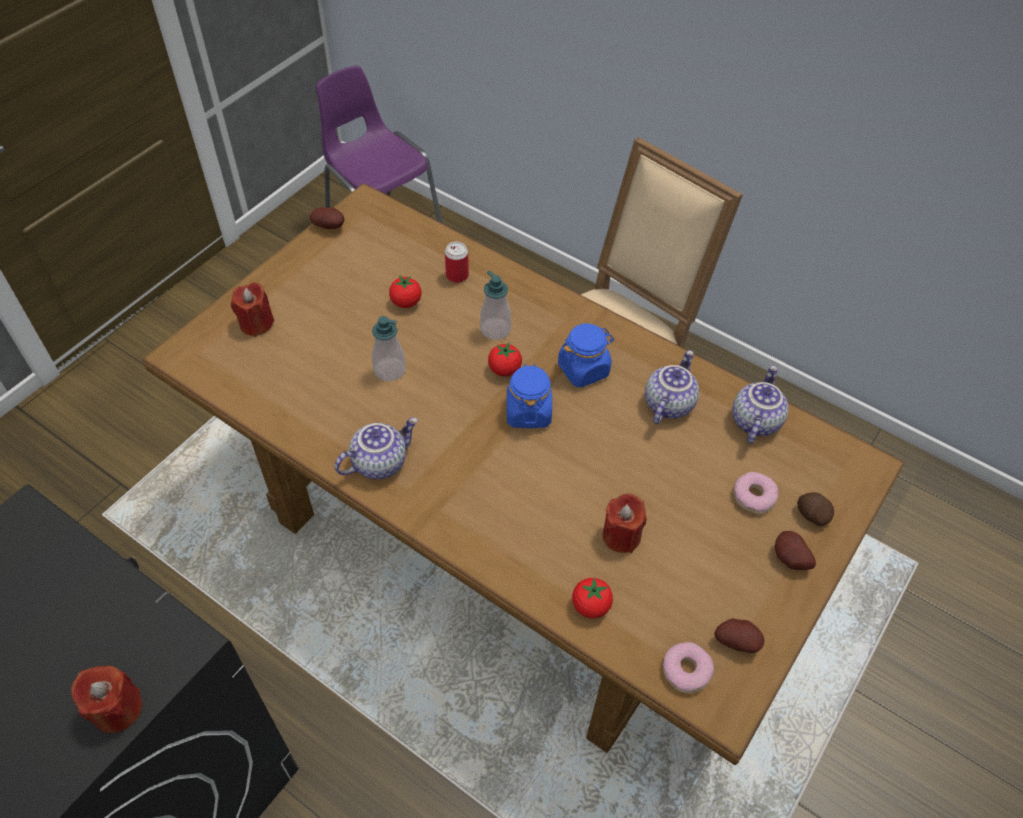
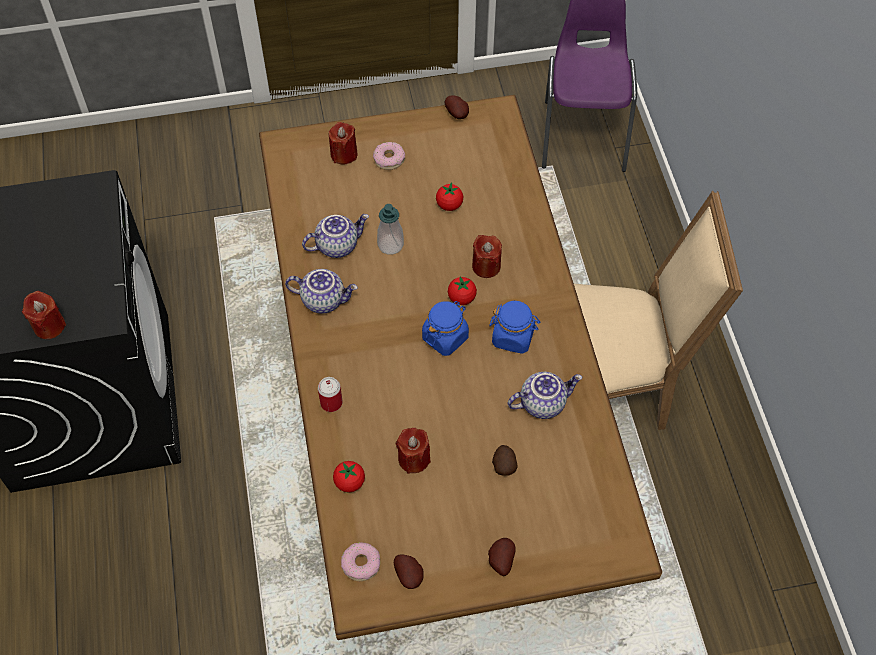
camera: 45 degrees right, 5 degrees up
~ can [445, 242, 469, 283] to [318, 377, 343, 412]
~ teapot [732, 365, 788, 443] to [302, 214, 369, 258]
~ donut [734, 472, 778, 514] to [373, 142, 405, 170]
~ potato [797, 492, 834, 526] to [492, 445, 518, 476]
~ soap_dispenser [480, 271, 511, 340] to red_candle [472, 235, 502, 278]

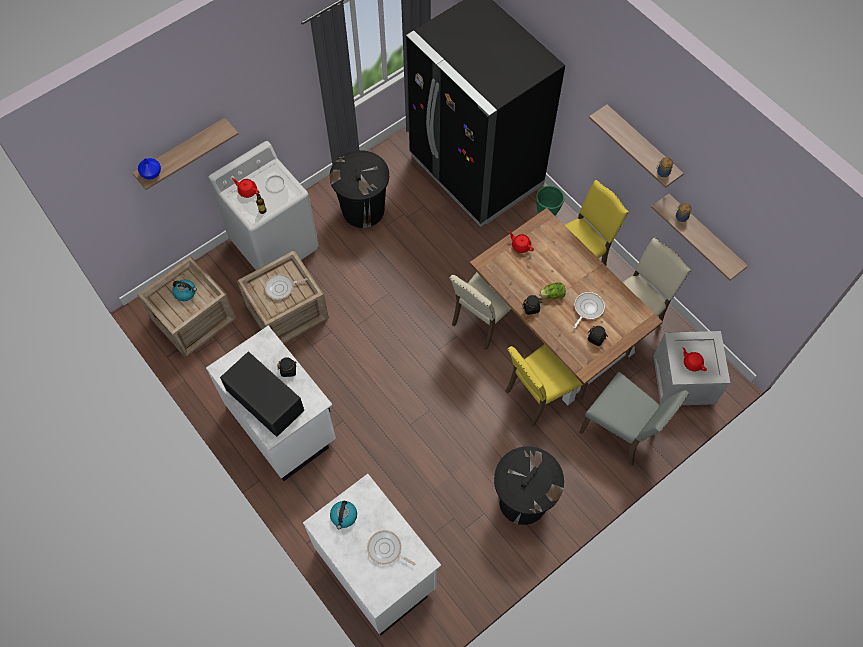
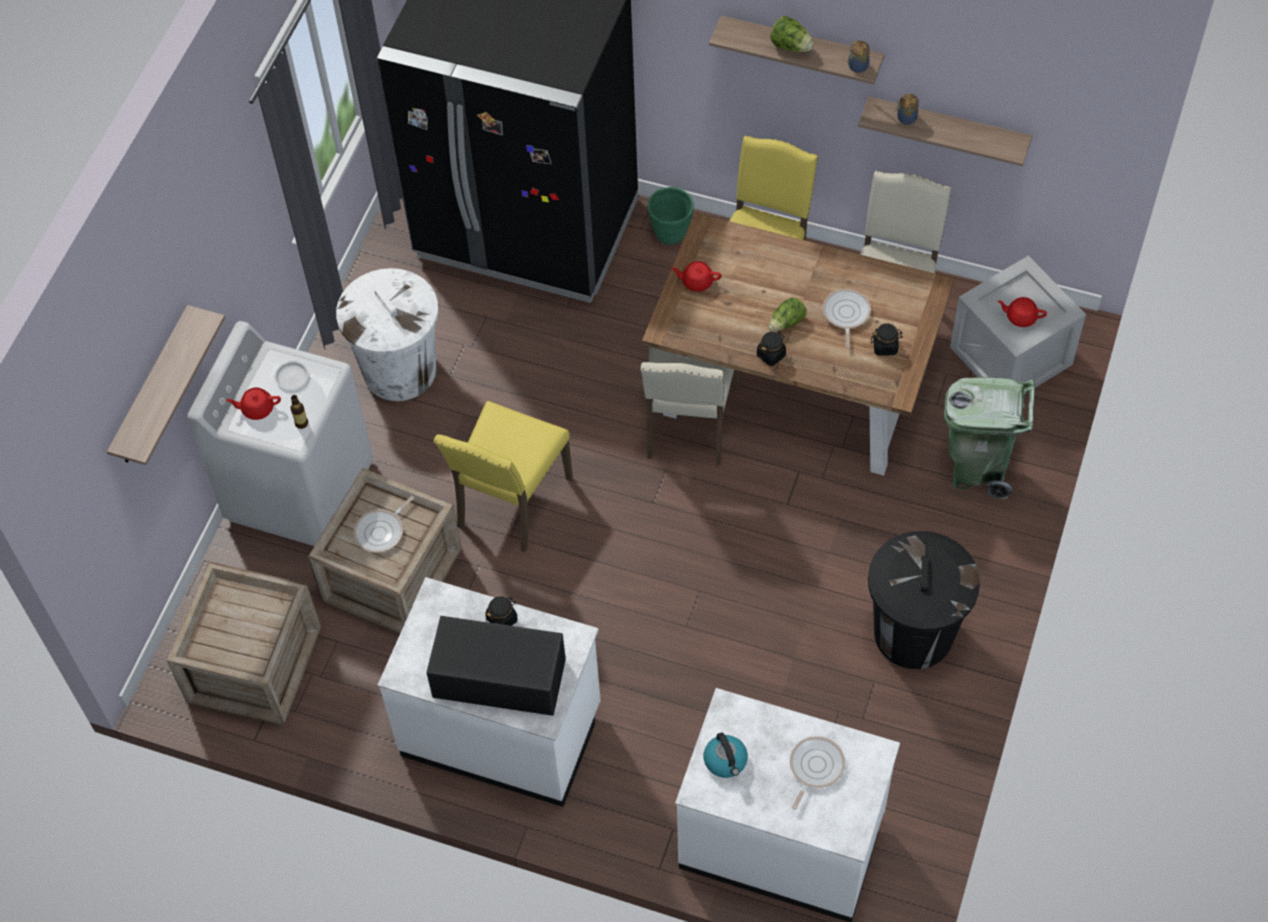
camera: 30 degrees left, 5 degrees down
- blue_vase [138, 158, 161, 180]
- kettle [172, 280, 197, 301]
+ lettuce [770, 16, 814, 52]
~ yellow_chair [505, 344, 589, 427] to [434, 401, 573, 553]
~ grey_chair [579, 372, 689, 466] to green_trash_can [944, 377, 1035, 499]
~ black_trash_can [330, 150, 389, 228] to white_trash_can [336, 268, 439, 401]
~ frying_pan [367, 530, 415, 565] = [790, 736, 845, 810] 120 degrees clockwise

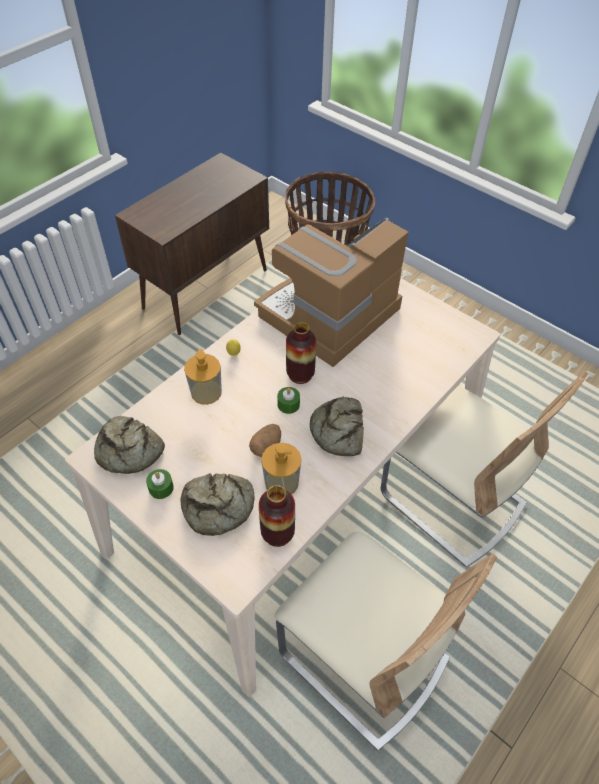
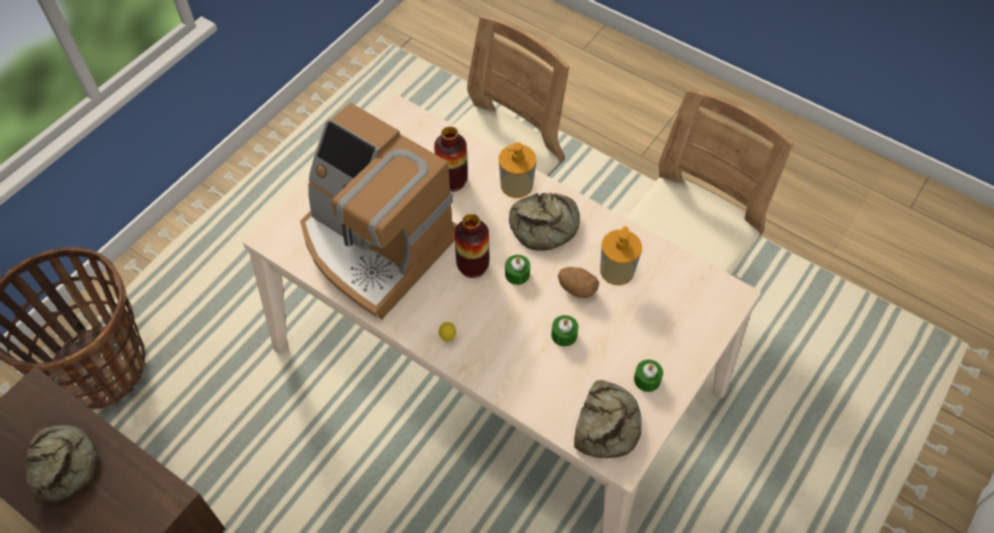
camera: 95 degrees left, 5 degrees up
+ green_candle [551, 315, 578, 346]
~ bread [180, 473, 254, 536] to [25, 425, 98, 503]
~ soap_dispenser [184, 349, 222, 405] to [499, 142, 536, 198]
~ vase [259, 485, 295, 547] to [434, 126, 468, 192]

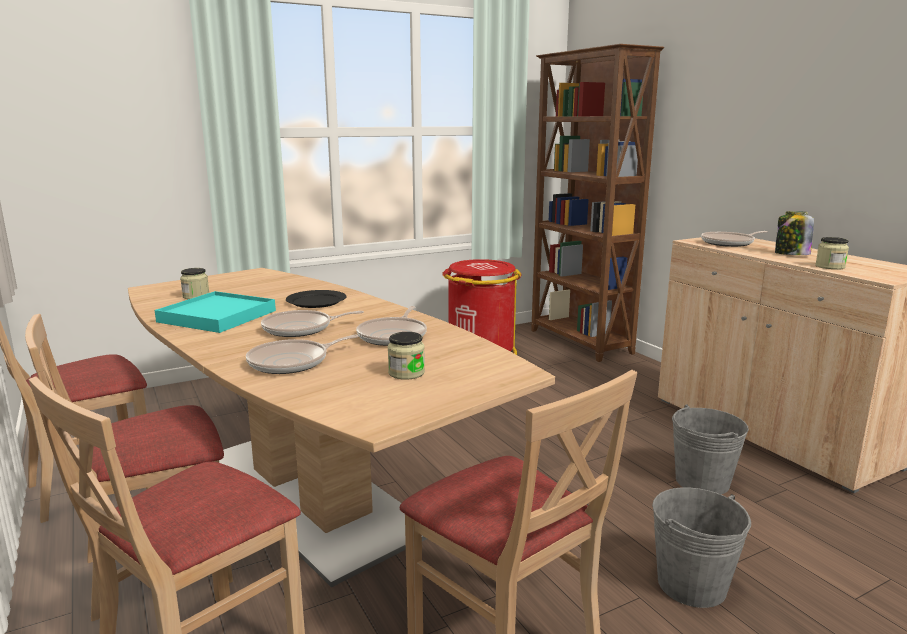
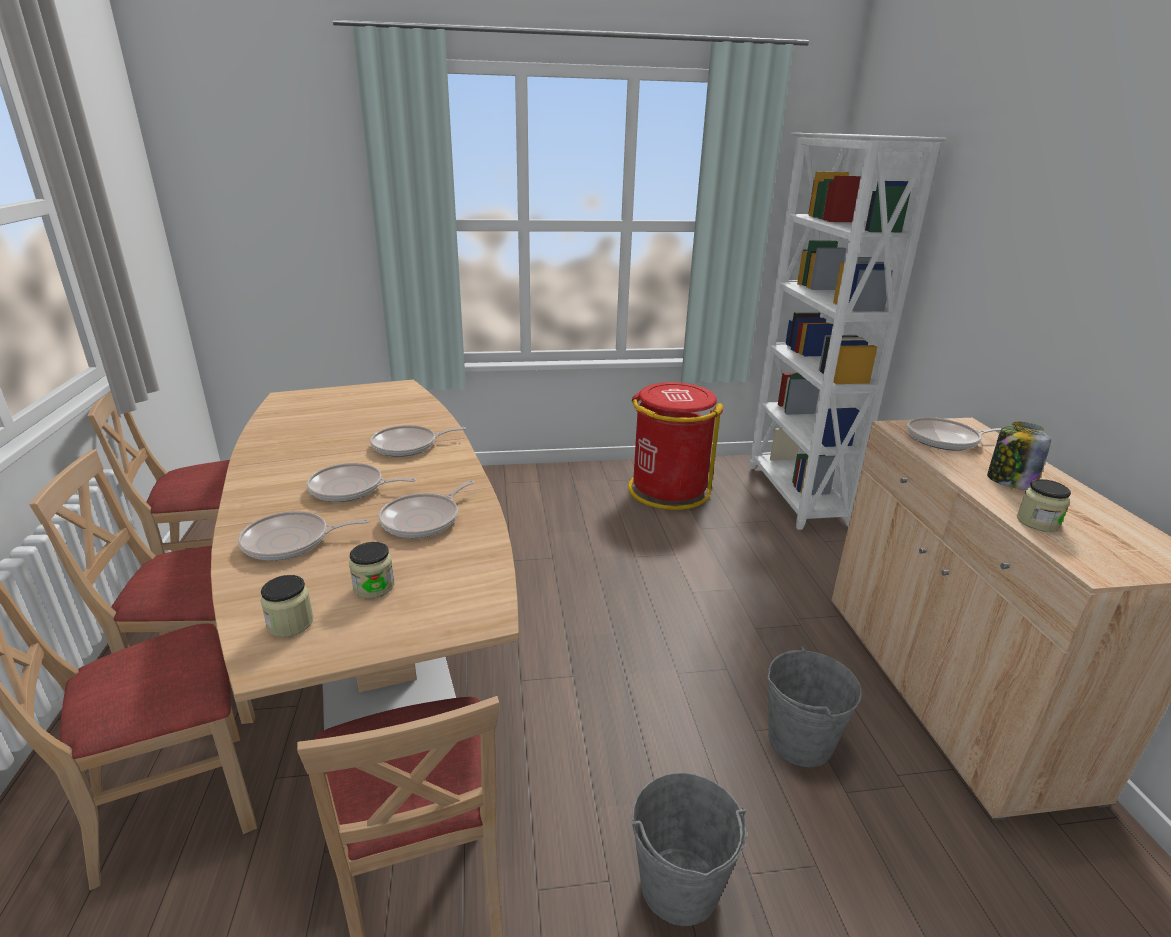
camera: 20 degrees right, 10 degrees up
- turquoise_tray [154, 291, 276, 333]
~ jar [180, 268, 209, 299] to [261, 575, 313, 637]
~ black_plate [286, 290, 346, 308] to frying_pan [370, 425, 466, 457]
~ brown_bookcase [531, 44, 664, 362] to white_bookcase [749, 133, 946, 530]

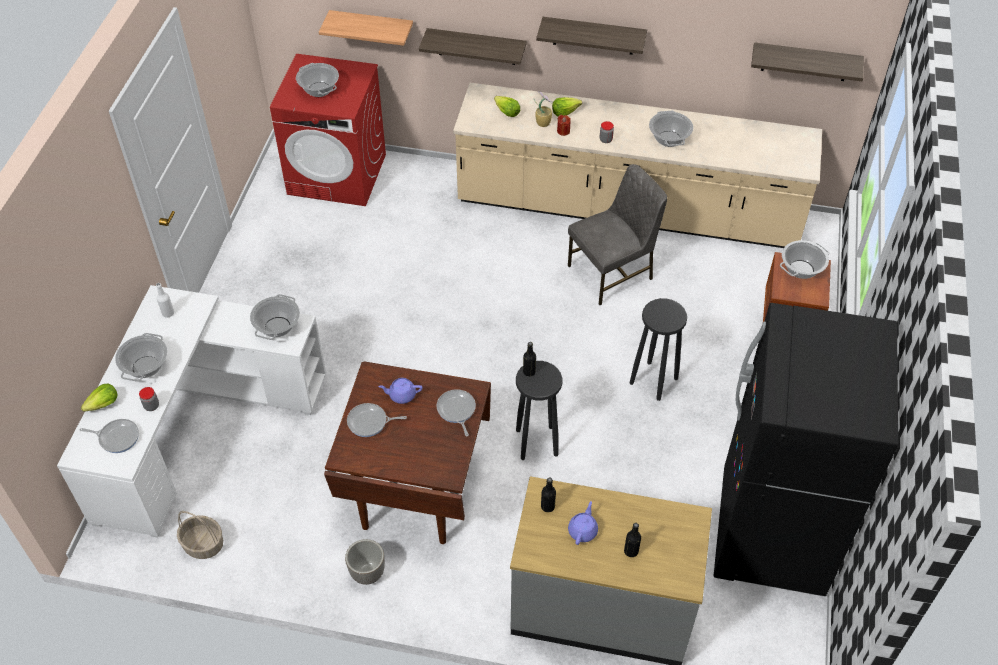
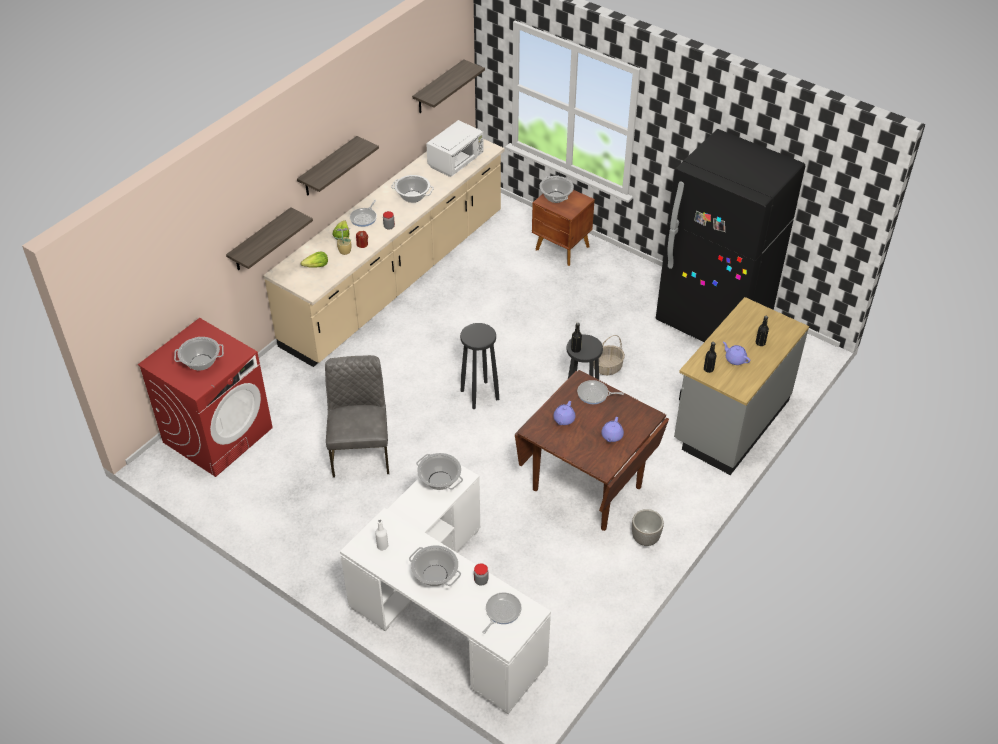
camera: 65 degrees left, 5 degrees down
- lettuce [81, 384, 117, 412]
- shelf [319, 10, 413, 46]
+ white_microwave [426, 120, 484, 177]
+ purple_teapot [601, 417, 624, 442]
~ basket [177, 511, 223, 559] to [594, 335, 625, 375]
~ frying_pan [347, 403, 407, 437] to [350, 200, 377, 227]
~ grey_chair [568, 164, 667, 305] to [325, 355, 389, 478]
~ black_stool [630, 298, 687, 401] to [460, 323, 499, 409]

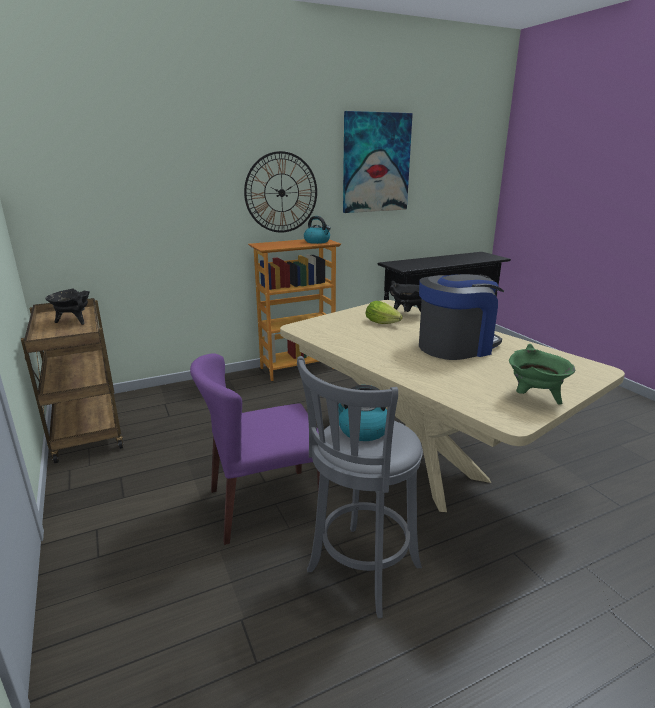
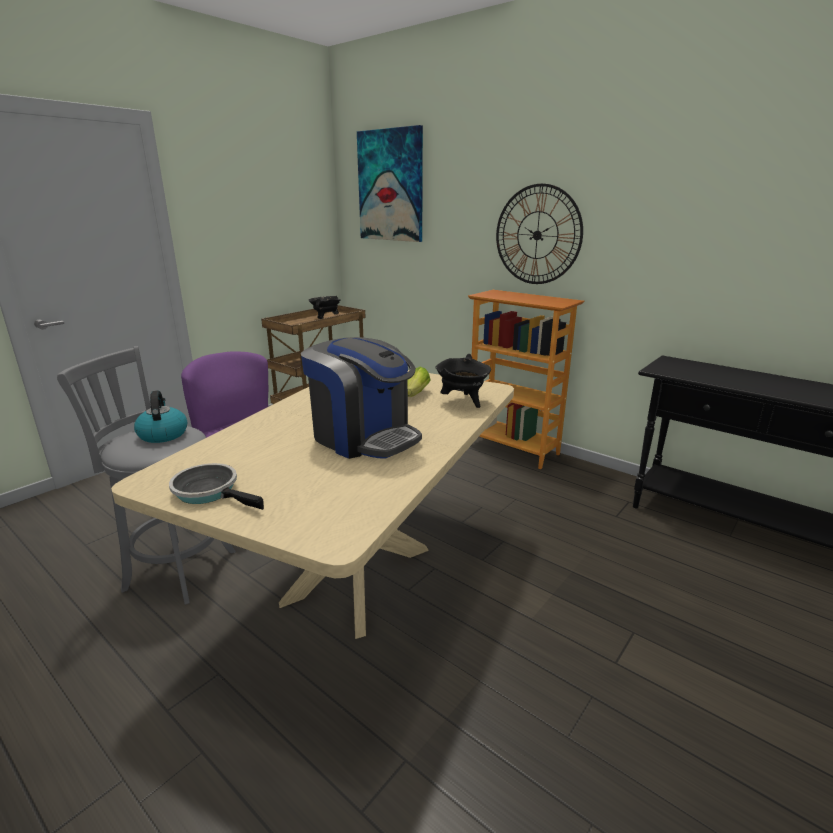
camera: 65 degrees right, 0 degrees up
- kettle [304, 216, 331, 244]
~ picture [343, 111, 413, 213] to [357, 125, 423, 242]
~ green_cooking_pot [509, 344, 576, 404] to frying_pan [169, 463, 264, 510]

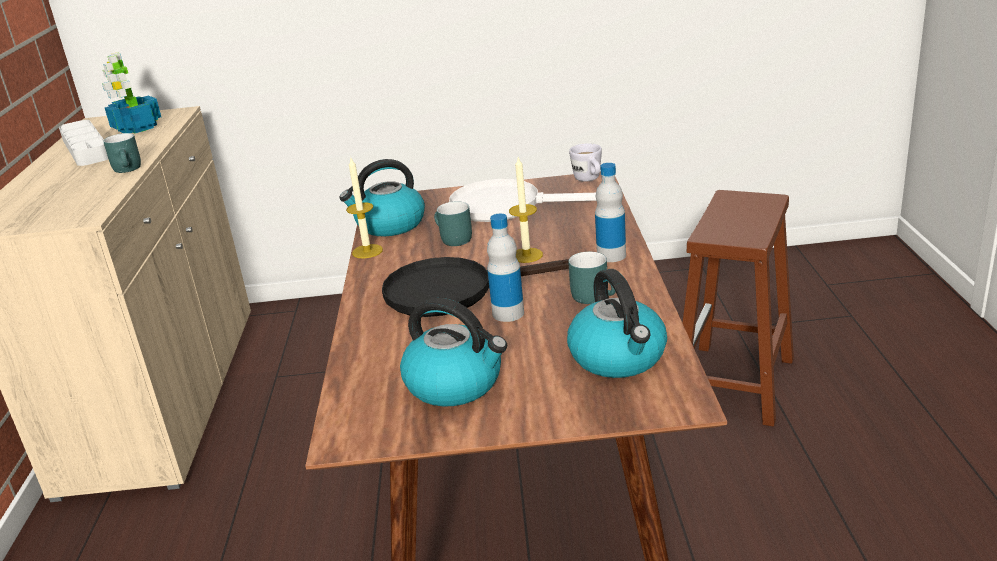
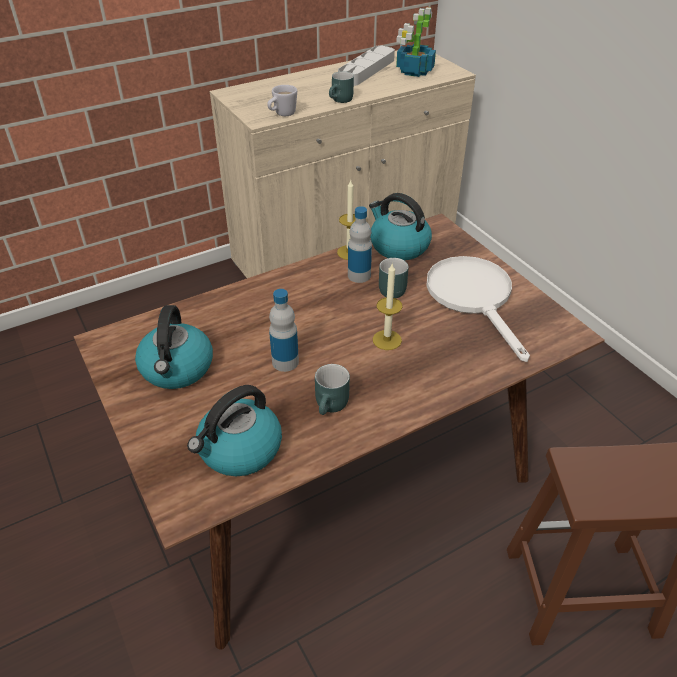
camera: 60 degrees right, 15 degrees up
- black_frying_pan [382, 257, 569, 317]
~ white_mug [569, 143, 602, 182] to [267, 85, 297, 116]
~ bottle [595, 163, 626, 262] to [348, 206, 372, 283]

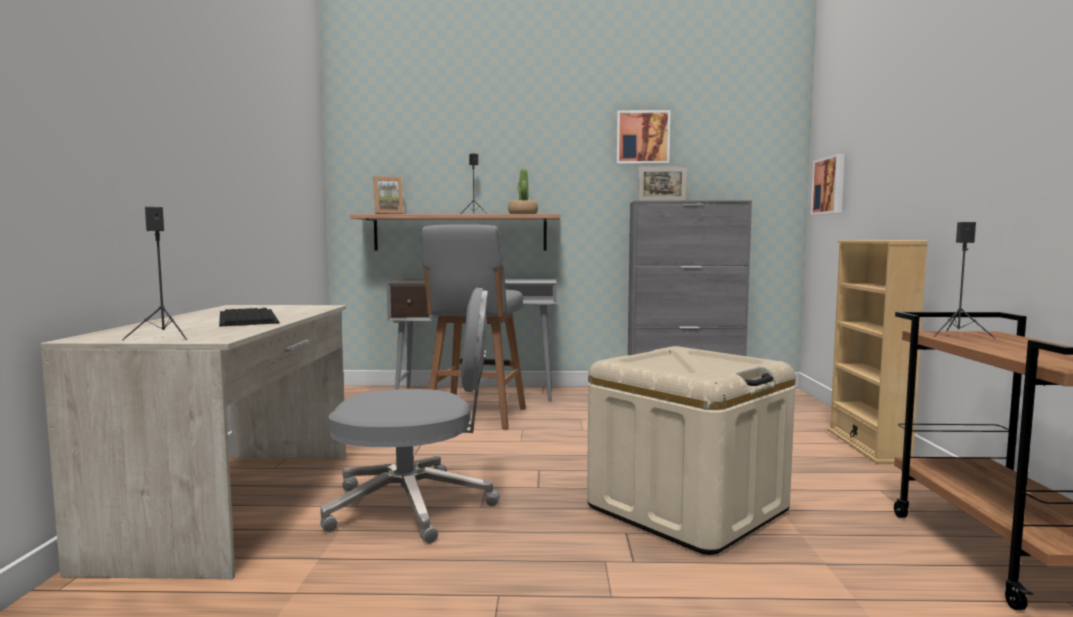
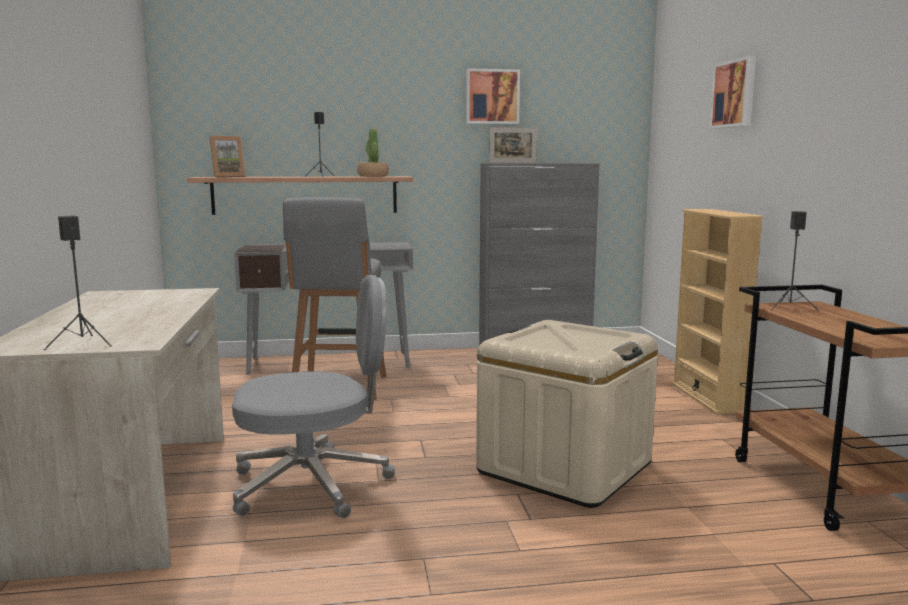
camera: 10 degrees left, 5 degrees up
- keyboard [219, 308, 279, 327]
~ picture [811, 154, 845, 215] to [709, 56, 756, 129]

